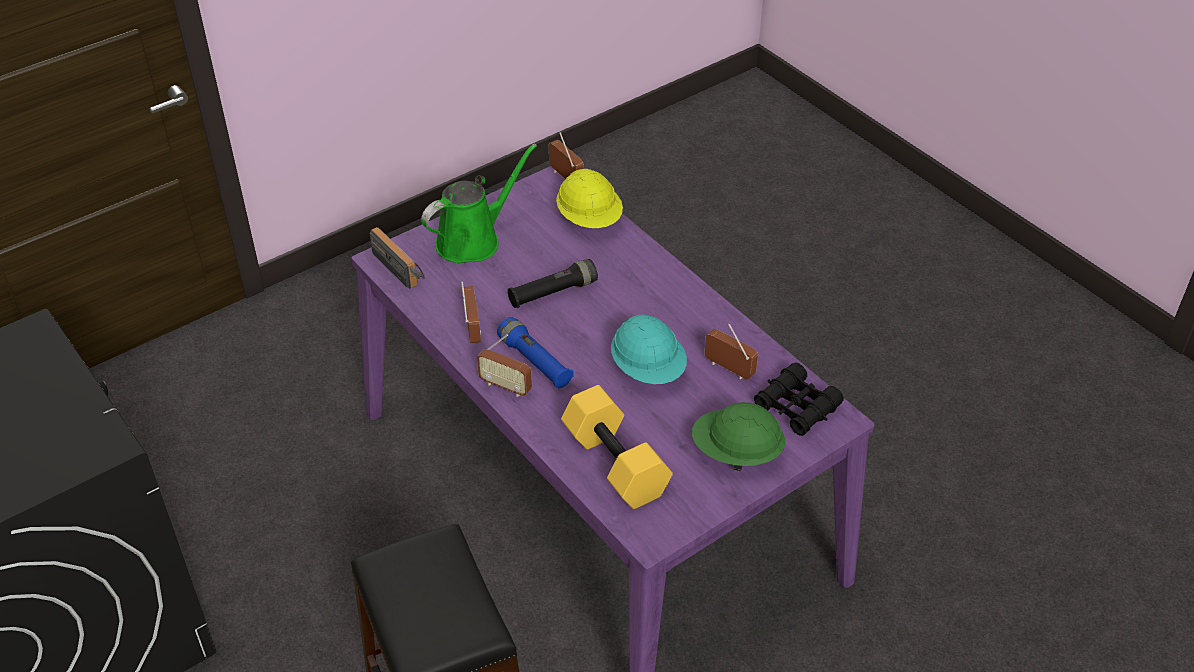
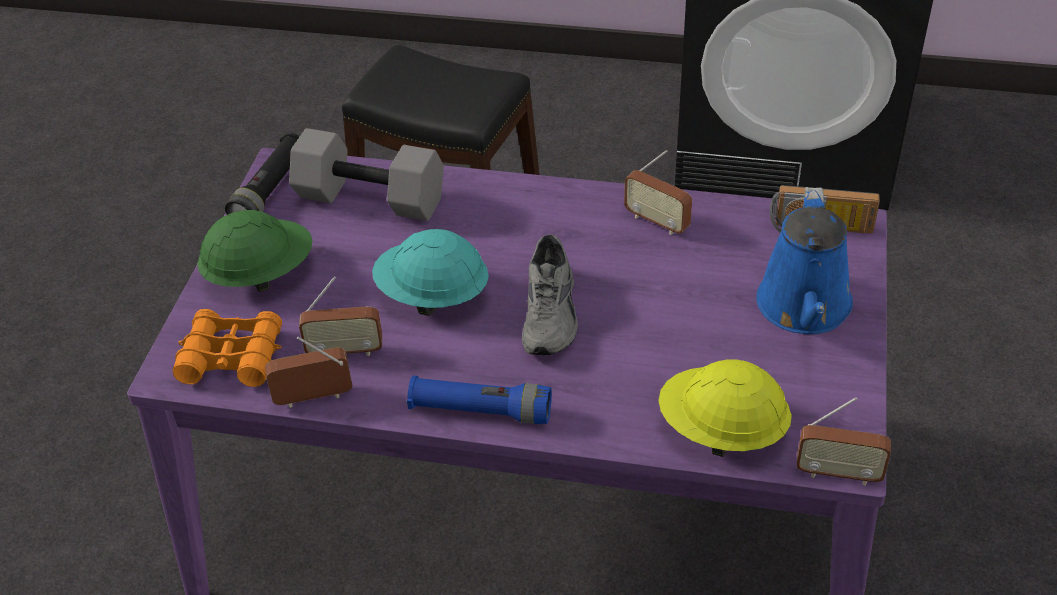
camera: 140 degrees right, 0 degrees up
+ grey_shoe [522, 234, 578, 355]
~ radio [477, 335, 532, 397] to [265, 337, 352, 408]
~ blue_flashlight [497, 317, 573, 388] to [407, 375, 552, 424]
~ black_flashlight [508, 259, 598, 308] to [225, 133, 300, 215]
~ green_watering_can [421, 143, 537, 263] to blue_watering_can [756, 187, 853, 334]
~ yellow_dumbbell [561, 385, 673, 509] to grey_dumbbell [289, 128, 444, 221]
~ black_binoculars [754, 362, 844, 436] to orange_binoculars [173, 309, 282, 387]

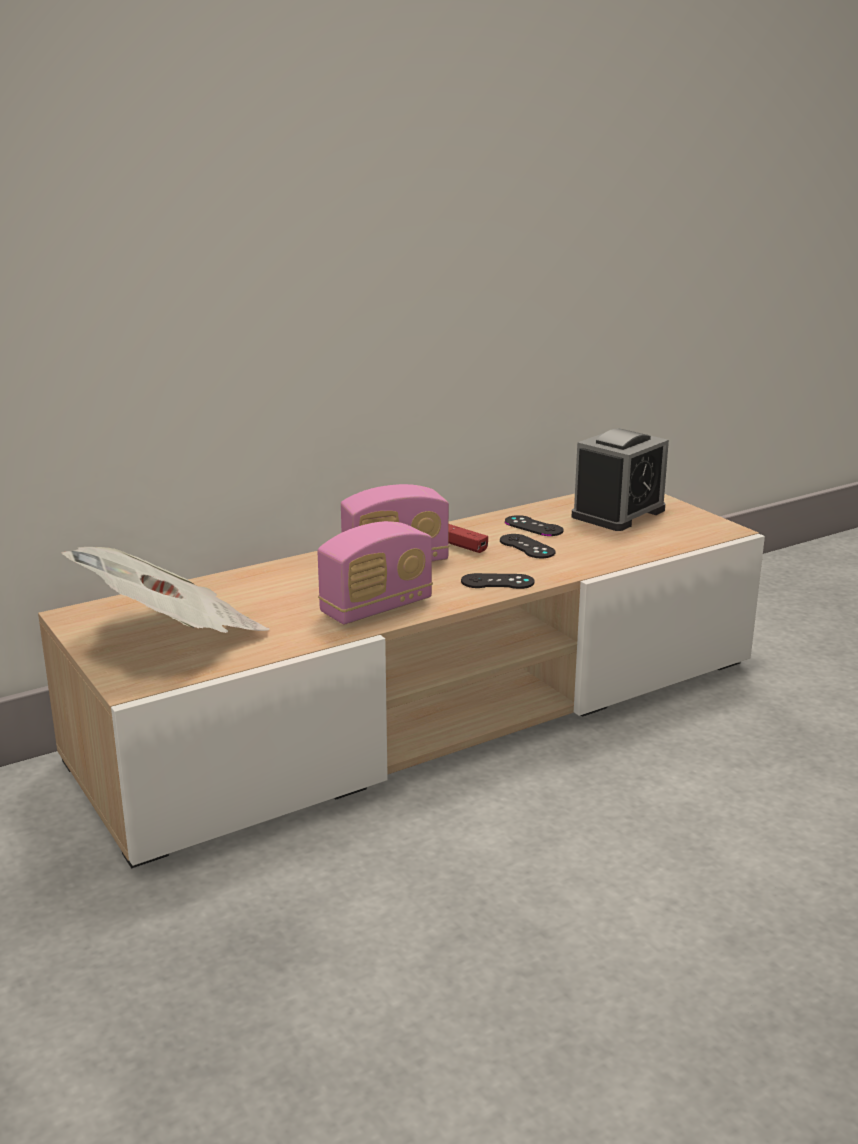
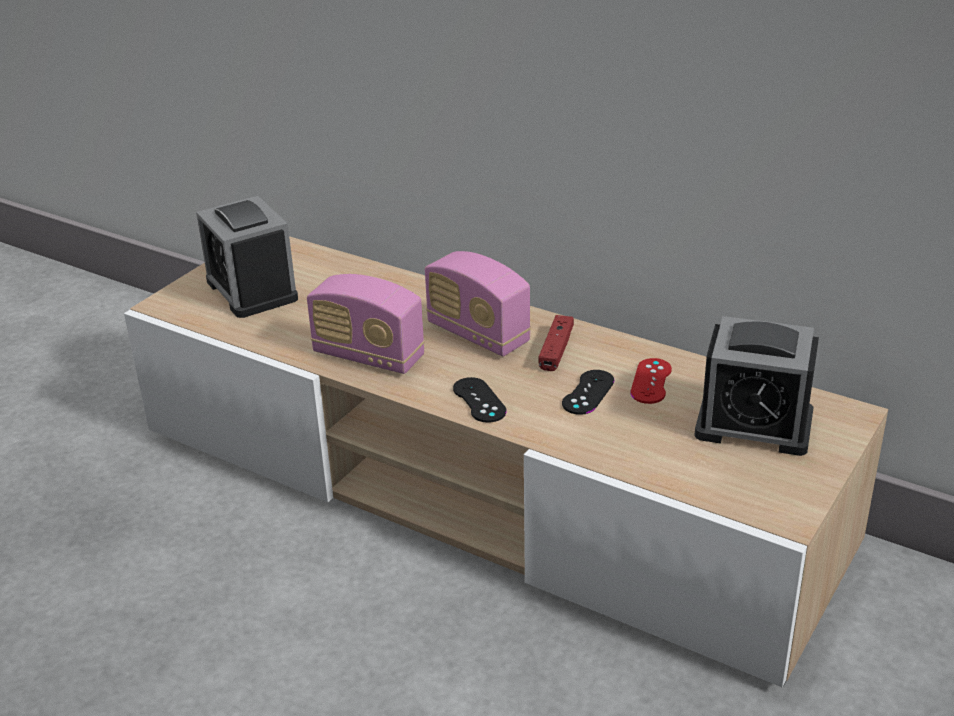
camera: 65 degrees right, 10 degrees up
~ newspaper [61, 547, 270, 633] to alarm_clock [196, 196, 298, 318]
~ black_game_controller [505, 515, 563, 536] to red_game_controller [630, 358, 672, 404]

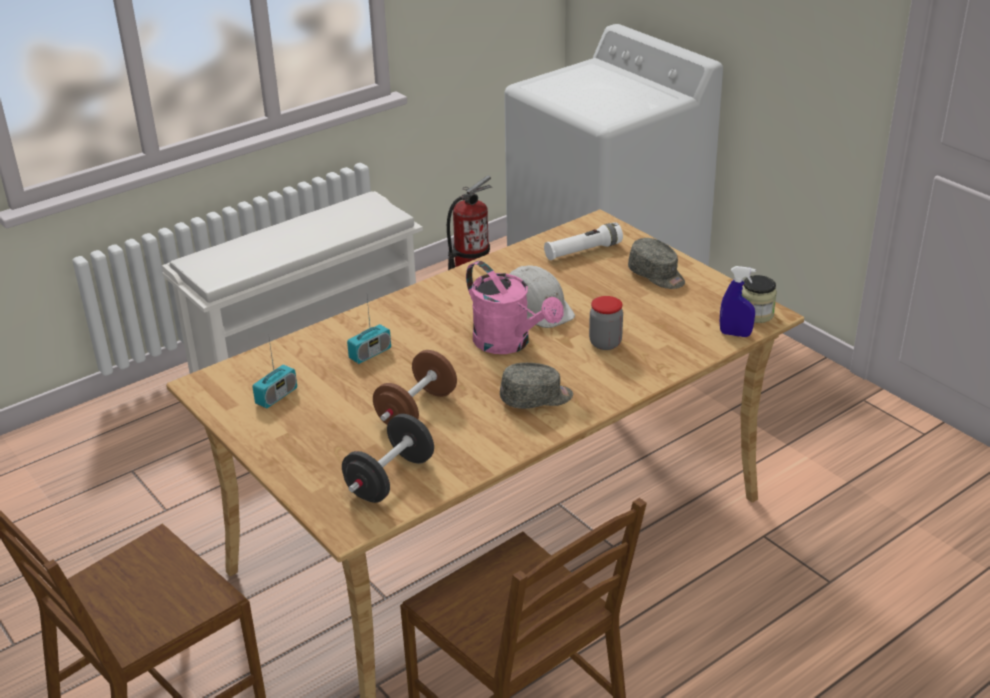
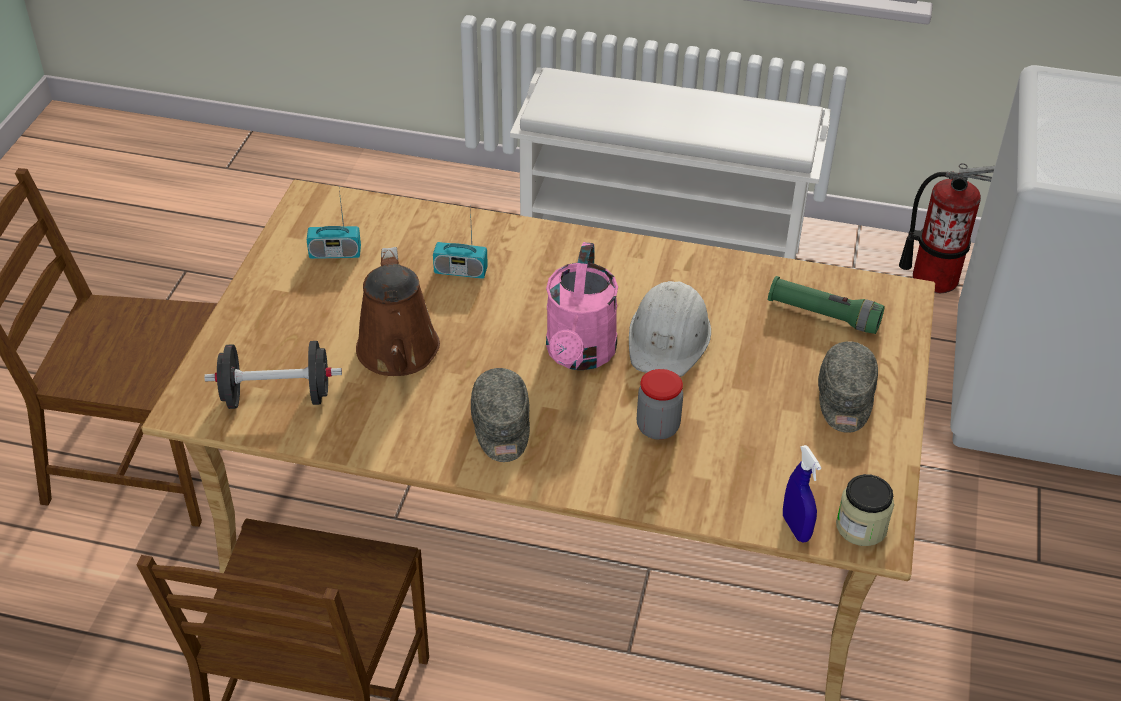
camera: 50 degrees right, 10 degrees up
~ brown_dumbbell [373, 350, 457, 425] to brown_watering_can [356, 247, 440, 376]
~ white_flashlight [544, 222, 623, 260] to green_flashlight [768, 276, 885, 334]
~ grey_cap [500, 363, 573, 409] = [471, 368, 530, 462] 45 degrees clockwise

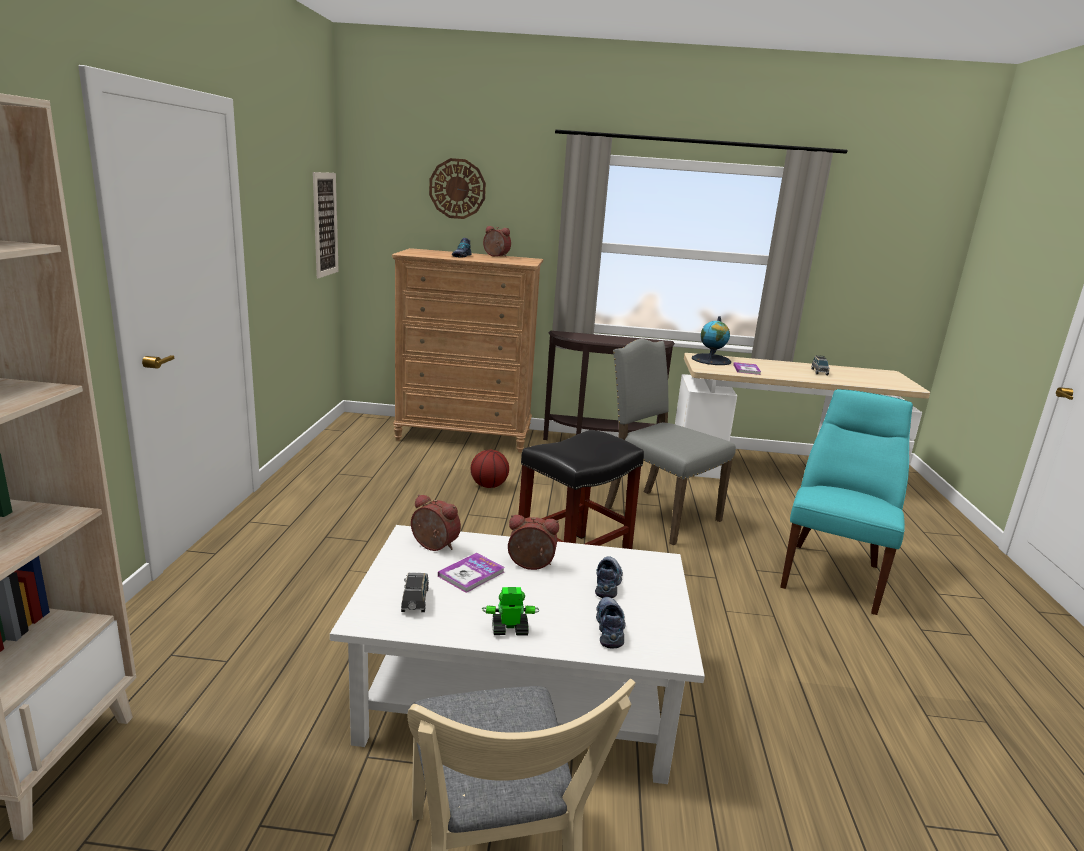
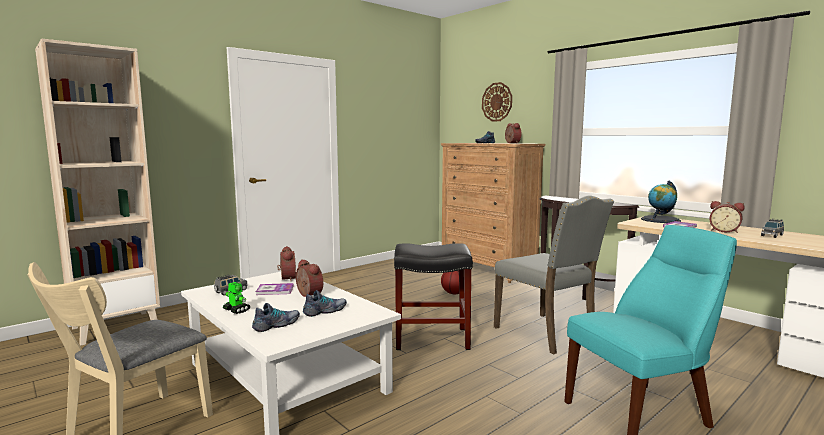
camera: 45 degrees right, 10 degrees down
- picture [313, 172, 339, 278]
+ alarm_clock [709, 201, 745, 233]
~ grey_chair [604, 339, 736, 546] = [494, 195, 614, 354] 150 degrees clockwise

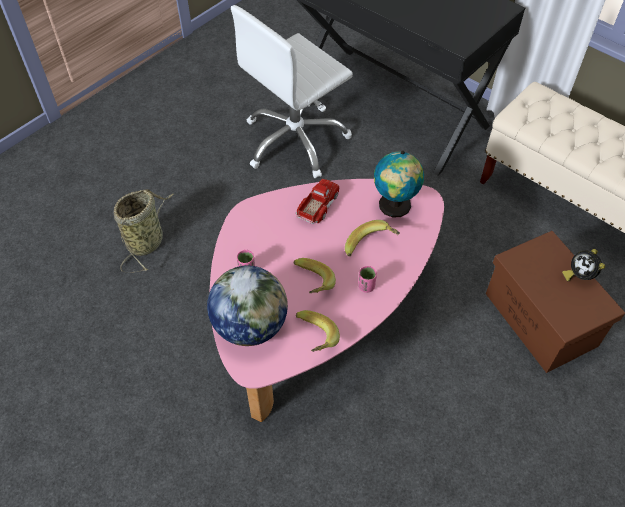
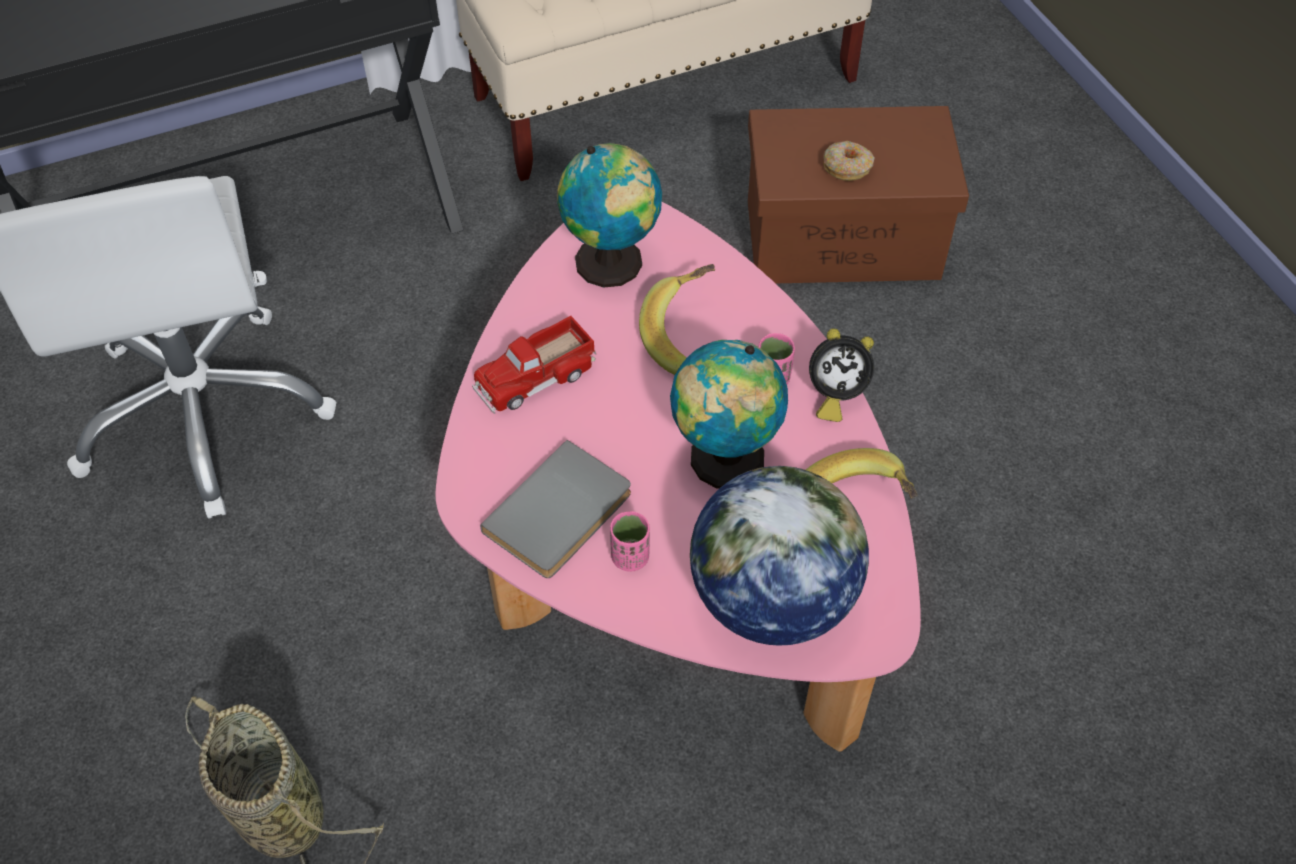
camera: 65 degrees left, 0 degrees up
+ grey_book [480, 440, 631, 578]
+ donut [823, 141, 875, 181]
~ alarm_clock [562, 249, 605, 281] to [809, 328, 874, 422]
~ banana [293, 258, 336, 293] to globe [670, 340, 788, 489]
~ toy_truck [296, 179, 340, 224] = [472, 316, 596, 414] 90 degrees counterclockwise

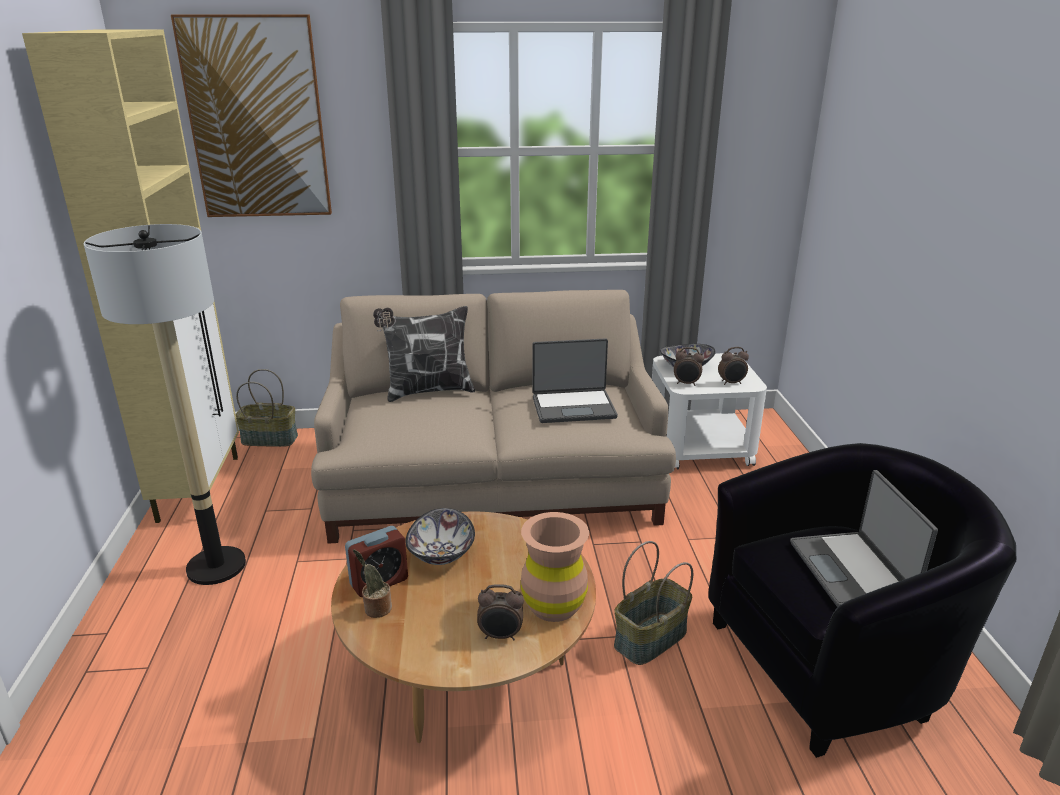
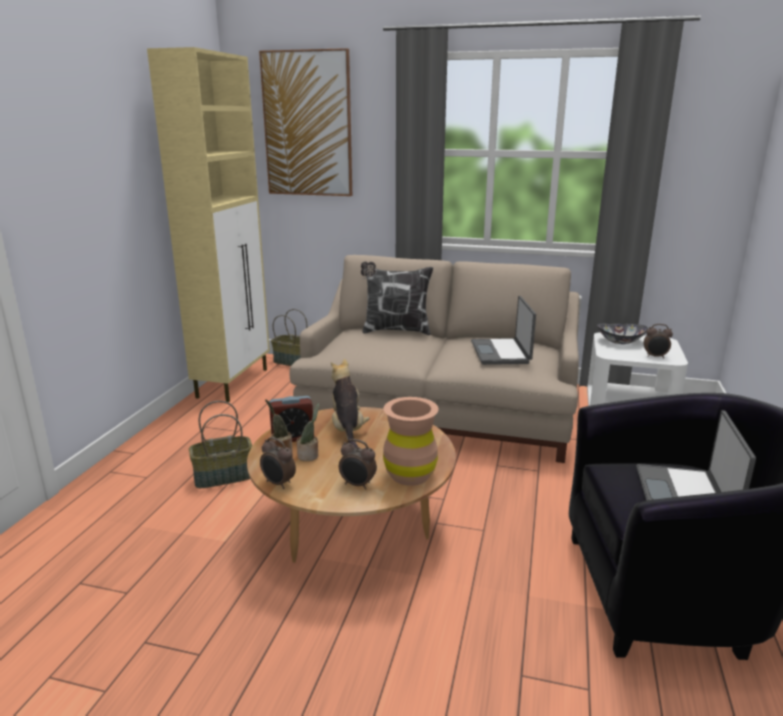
camera: 20 degrees right, 5 degrees down
- floor_lamp [84, 224, 246, 585]
+ potted_plant [297, 403, 320, 461]
~ basket [614, 541, 693, 665] to [189, 401, 252, 488]
~ alarm_clock [674, 347, 704, 386] to [260, 437, 296, 489]
~ bowl [406, 508, 475, 565] to plush_toy [331, 359, 370, 448]
~ laptop [532, 338, 618, 423] = [471, 296, 536, 365] 75 degrees clockwise

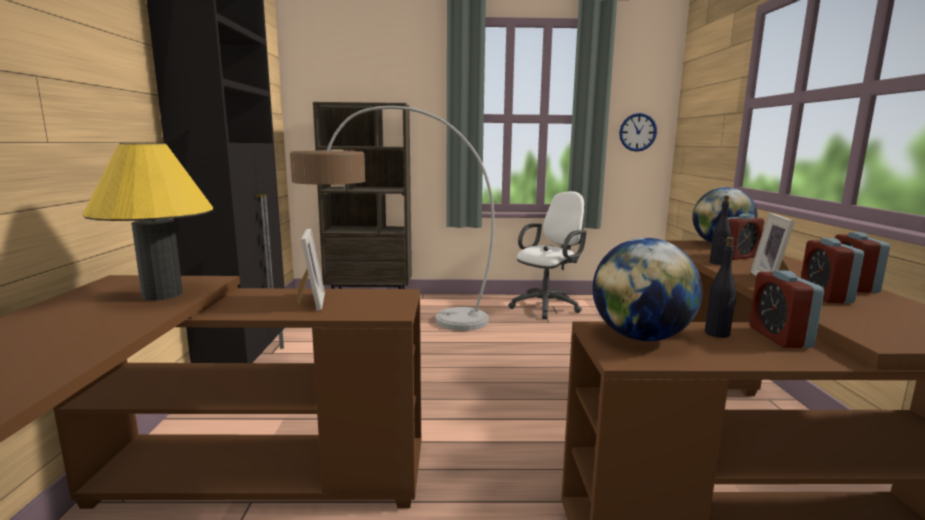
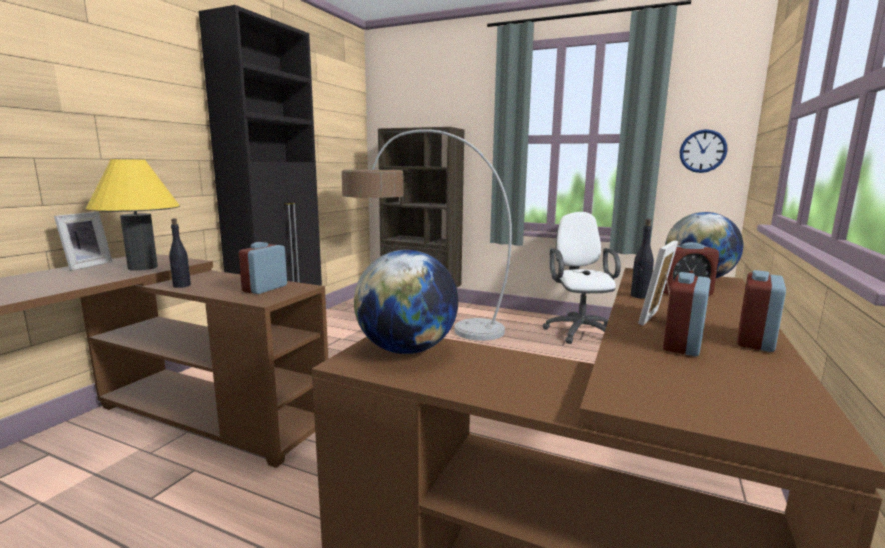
camera: 25 degrees right, 0 degrees up
~ picture_frame [297, 229, 325, 311] to [54, 212, 113, 271]
~ black_bottle [705, 237, 736, 338] to [169, 218, 191, 288]
~ alarm_clock [750, 270, 824, 348] to [239, 242, 287, 294]
~ white_office_chair [508, 191, 587, 319] = [543, 212, 621, 344] 75 degrees counterclockwise

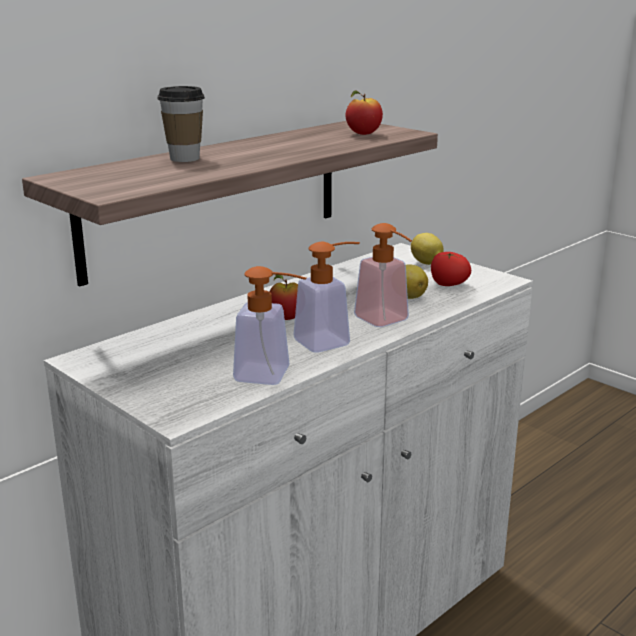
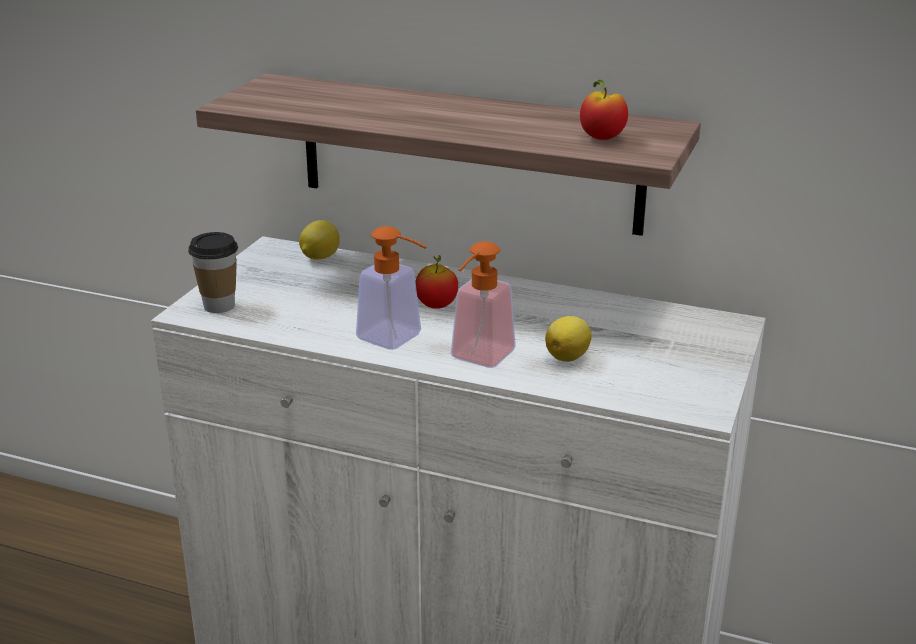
camera: 65 degrees right, 5 degrees up
- soap_dispenser [233, 266, 306, 385]
- tomato [431, 252, 471, 286]
~ cup [157, 86, 205, 162] to [188, 232, 238, 313]
~ lemon [411, 233, 444, 265] to [299, 220, 340, 260]

